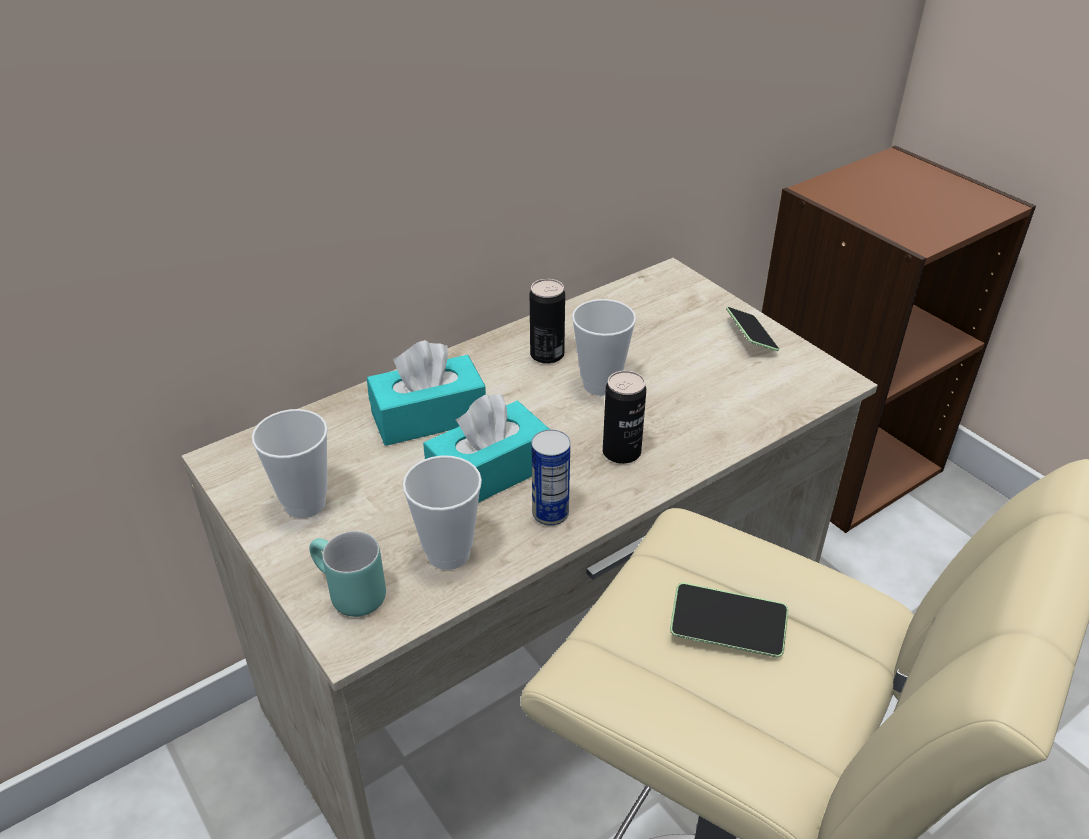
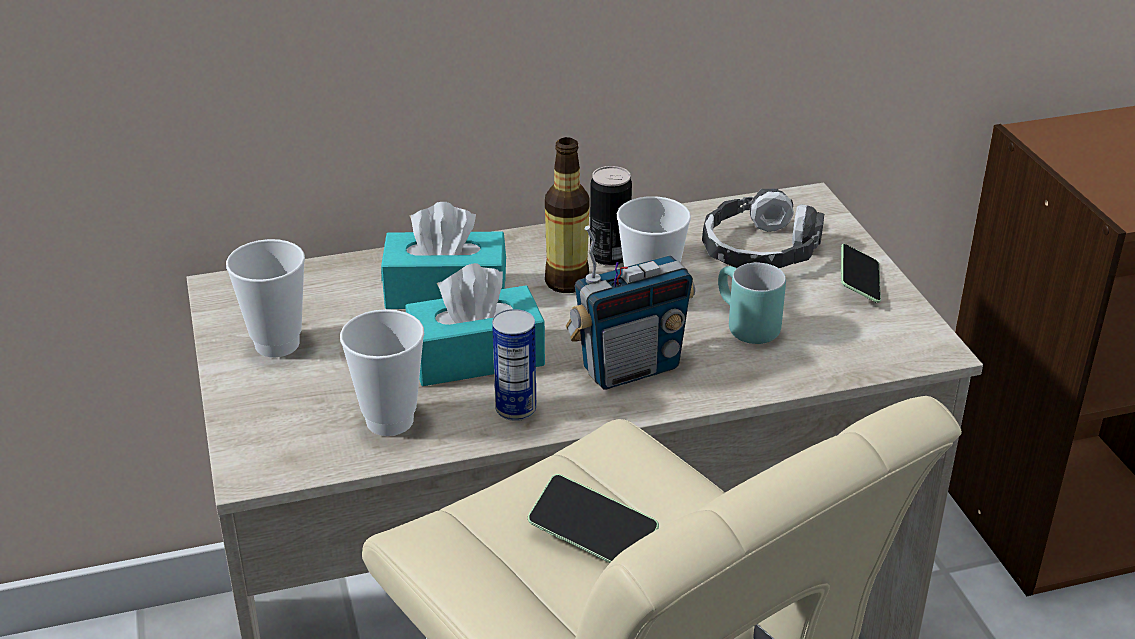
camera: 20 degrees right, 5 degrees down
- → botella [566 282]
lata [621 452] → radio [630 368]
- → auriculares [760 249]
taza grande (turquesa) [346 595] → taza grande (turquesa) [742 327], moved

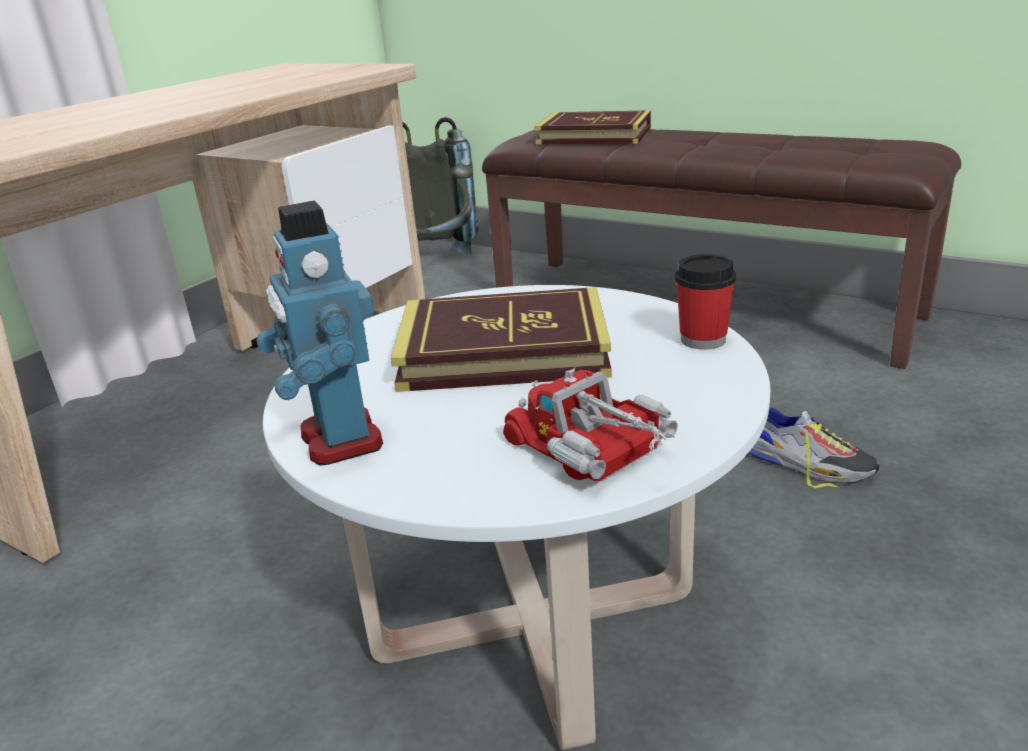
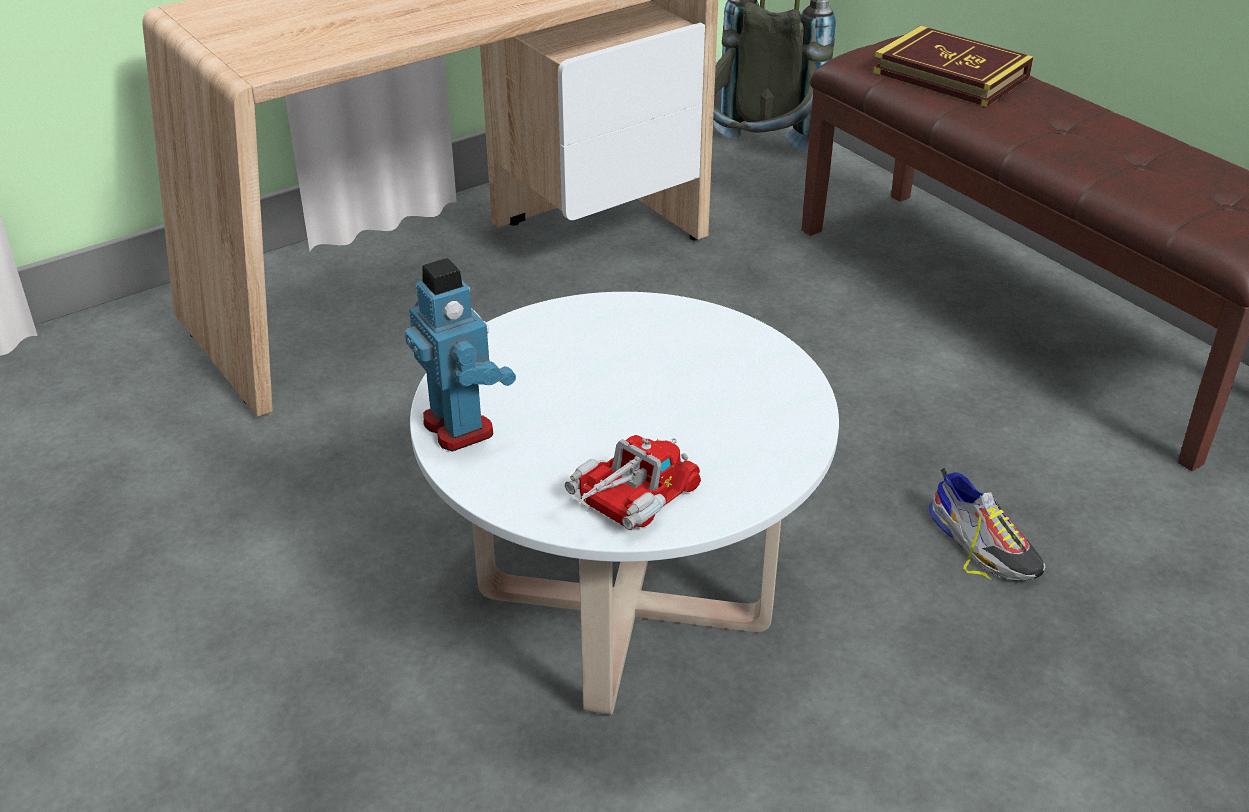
camera: 20 degrees right, 10 degrees up
robot de juguete [339 440] → robot de juguete [460 427], 150 degrees clockwise
camión de juguete [596 455] → camión de juguete [627 503], 60 degrees clockwise
libro [503 351] → -
taza [703 340] → -

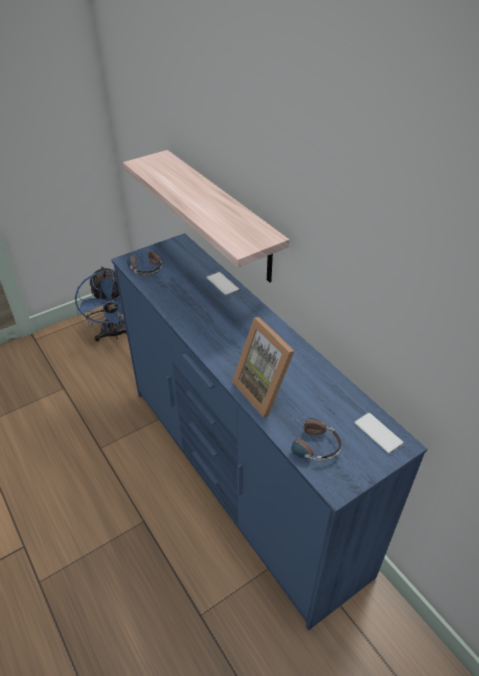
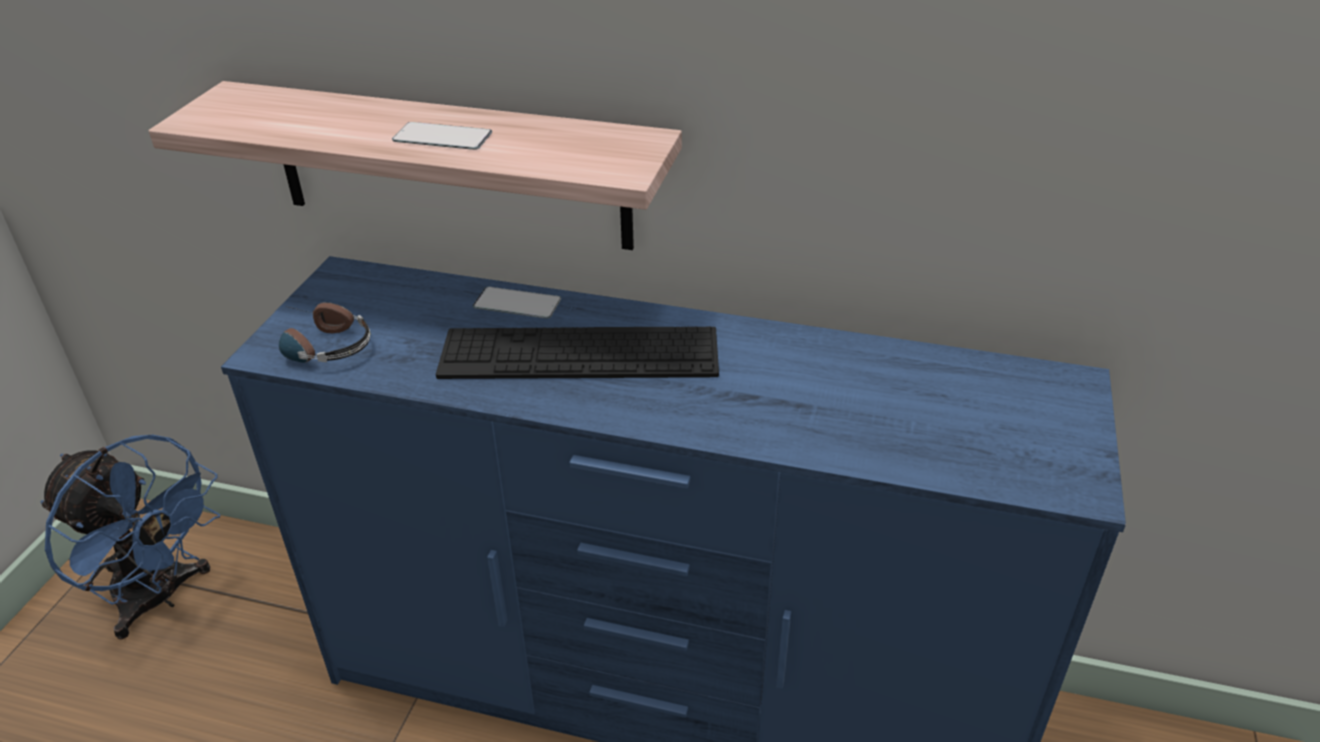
camera: 40 degrees left, 5 degrees down
móvil [378 433] → móvil [442 137], moved
- → teclado [579 353]
portarretratos [266 390] → -
auriculares [307 443] → -

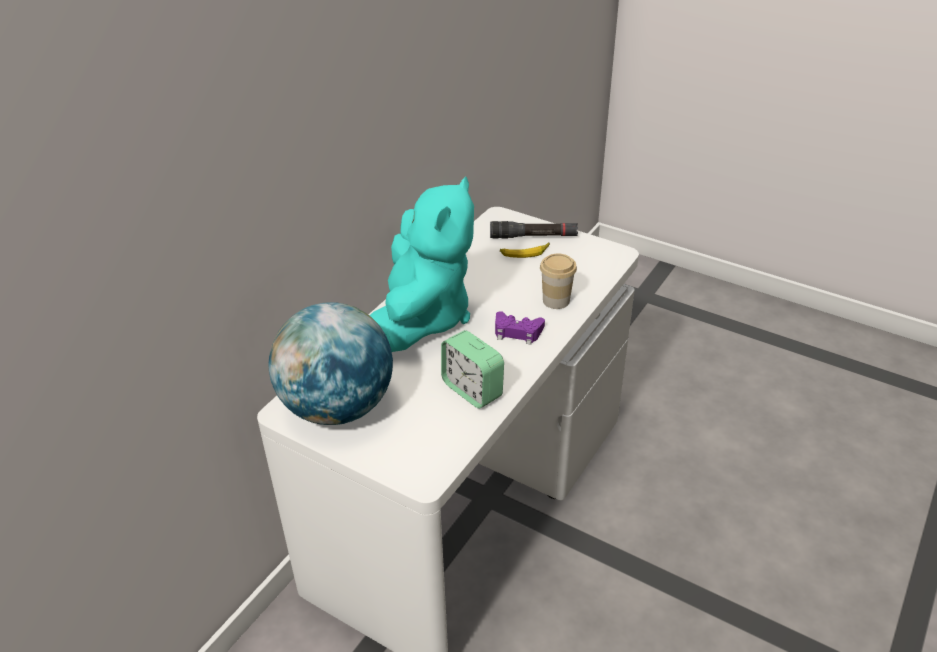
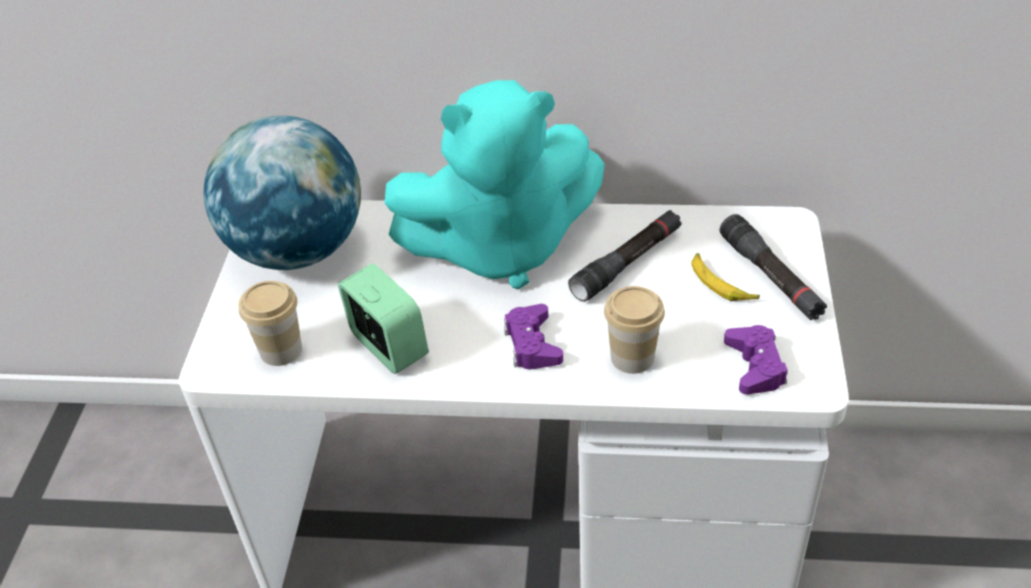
camera: 65 degrees right, 5 degrees up
- → taza [281 350]
despertador [472 390] → despertador [388 346], 120 degrees clockwise
- → linterna (negro) [627 263]
- → mando de consola (morado) [755 366]

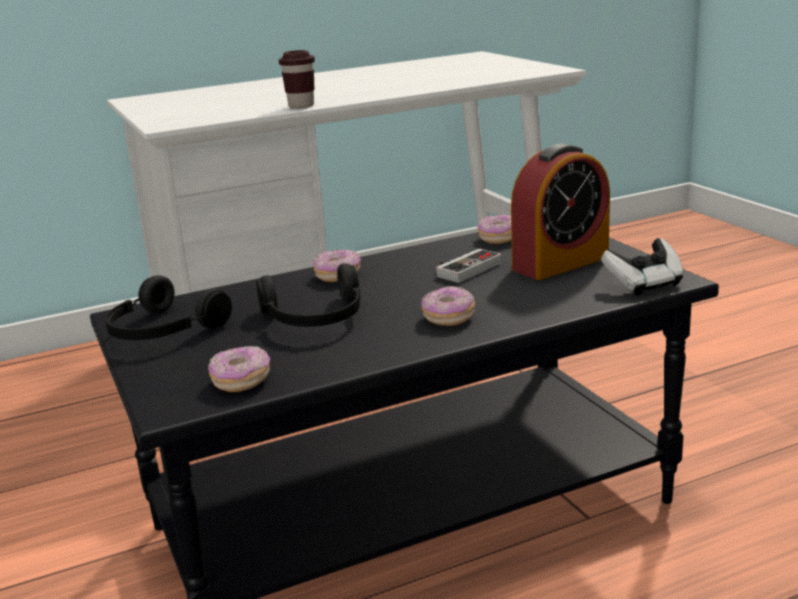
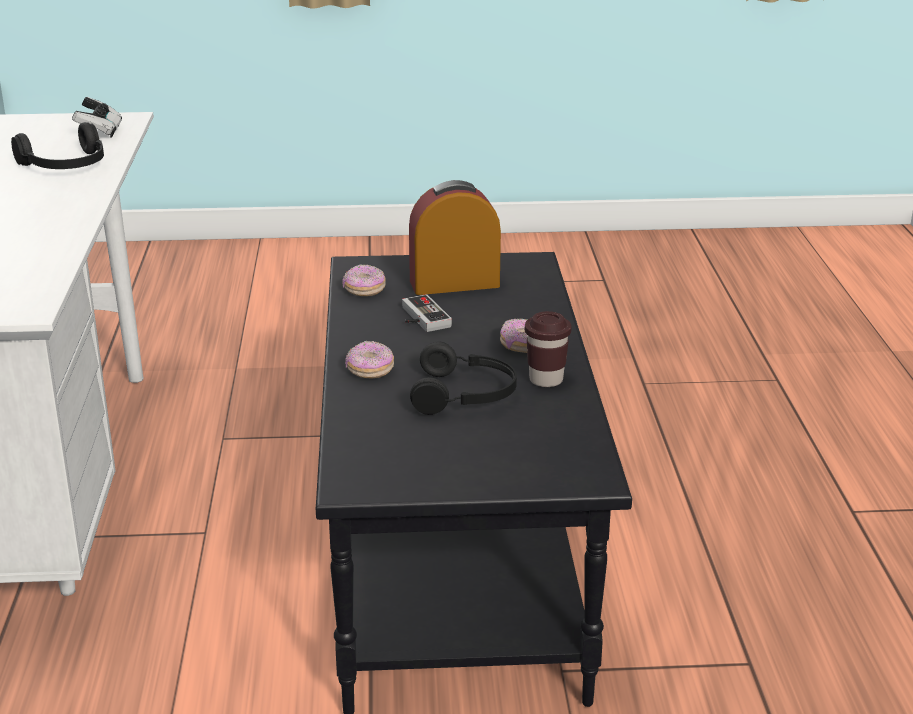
camera: 70 degrees left, 5 degrees up
auriculares (negro) [162 331] → auriculares (negro) [66 166], moved
mando de consola [644 284] → mando de consola [100 132], moved
despertador [560 263] → despertador [454 283], 90 degrees counterclockwise
taza (marrón) [301 106] → taza (marrón) [546 380], moved
rosquilla [241 381] → -

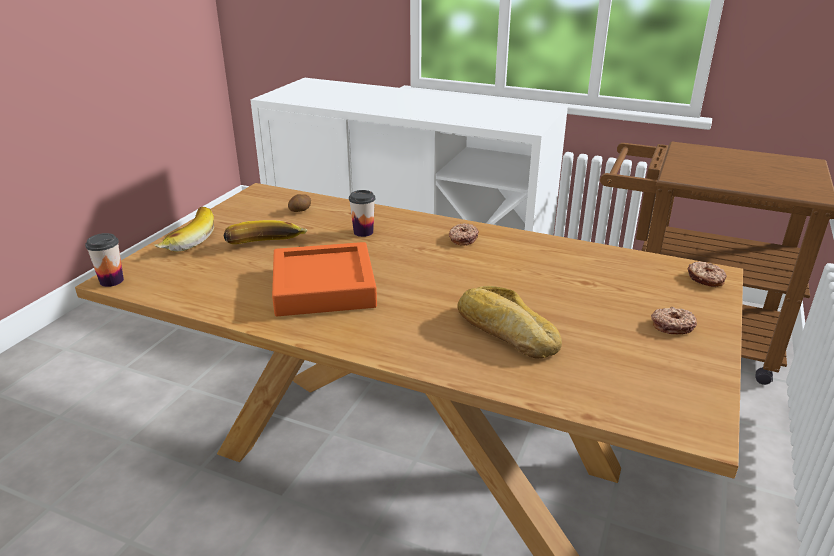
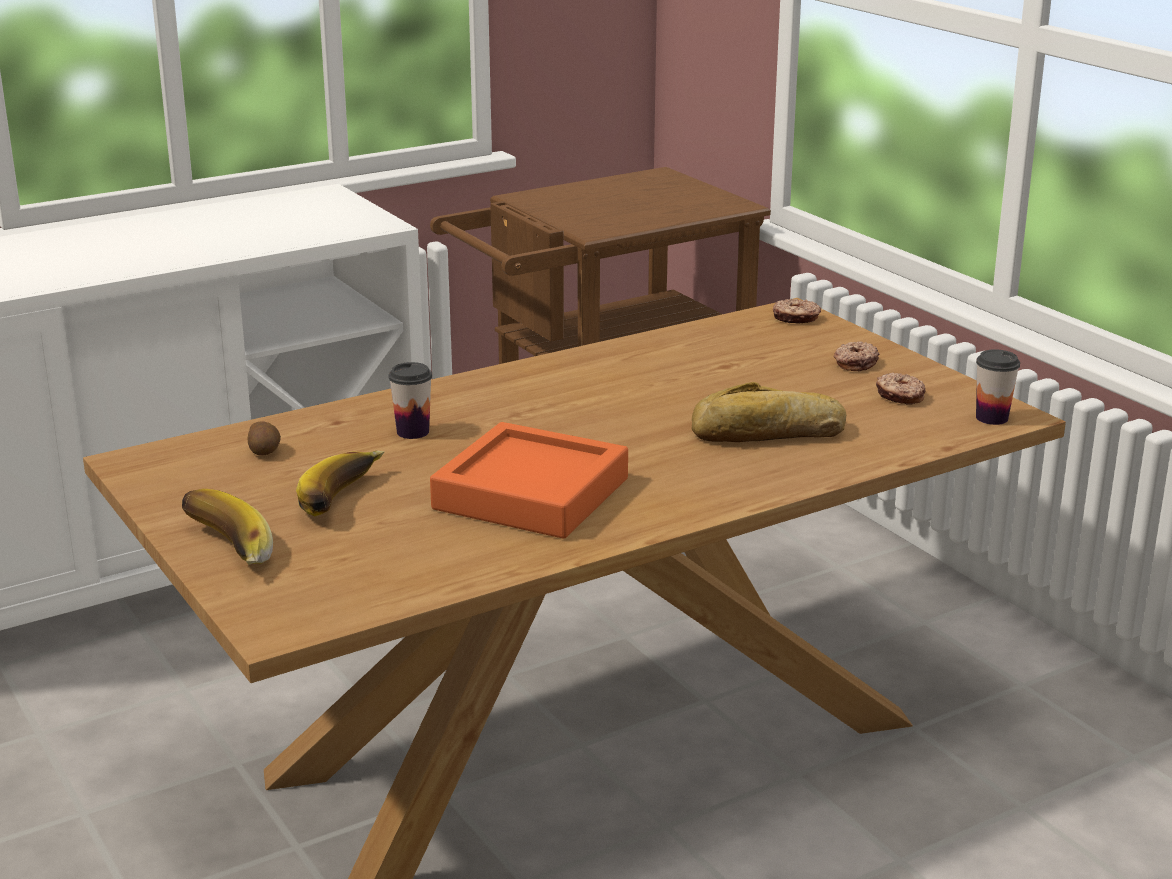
camera: 55 degrees left, 5 degrees down
rosquilla [462 239] → rosquilla [900 396], moved
taza [111 281] → taza [992 418], moved

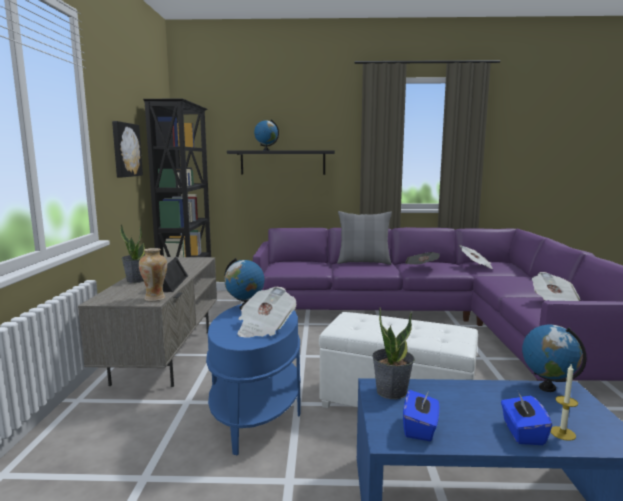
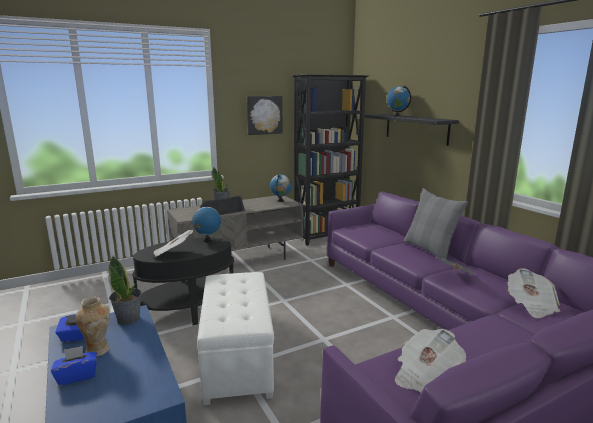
camera: 60 degrees right, 5 degrees up
florero [155 298] → florero [98 350], moved
mesa auxiliar (azul) [256 412] → mesa auxiliar (negro) [188 310]
globo terráqueo [547 388] → globo terráqueo [280 201], moved
vela [562 433] → -

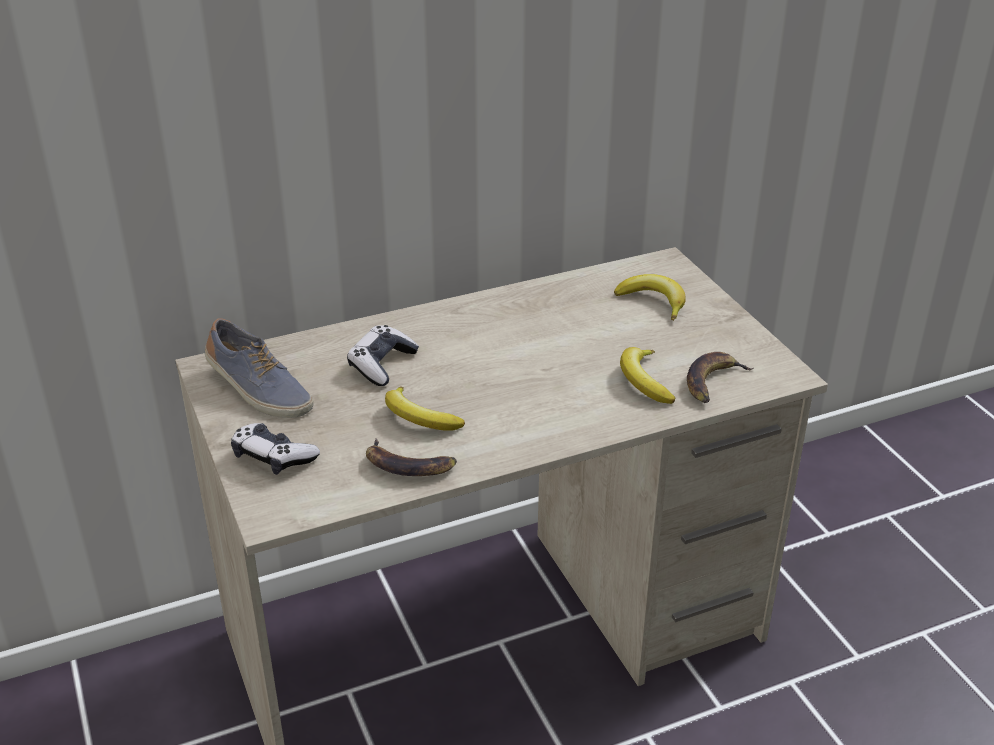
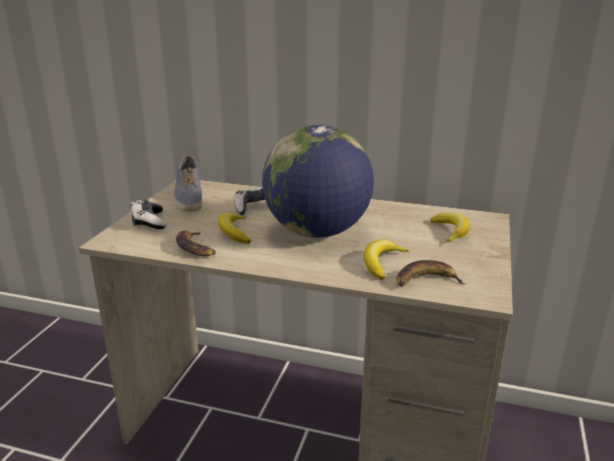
camera: 40 degrees right, 10 degrees down
- → globo terráqueo [317 232]

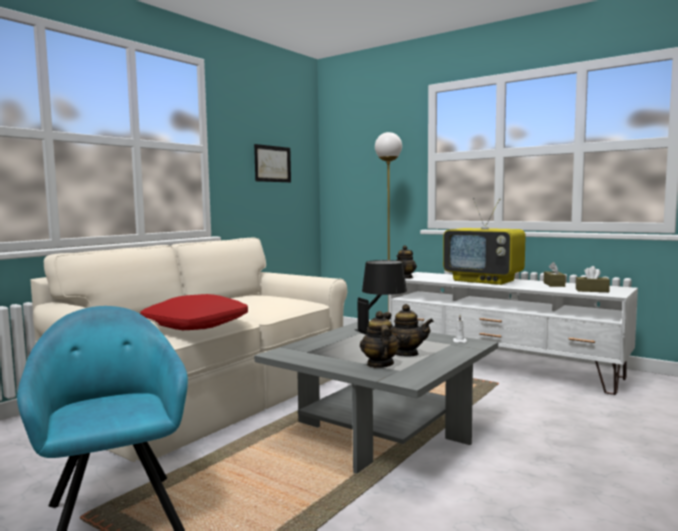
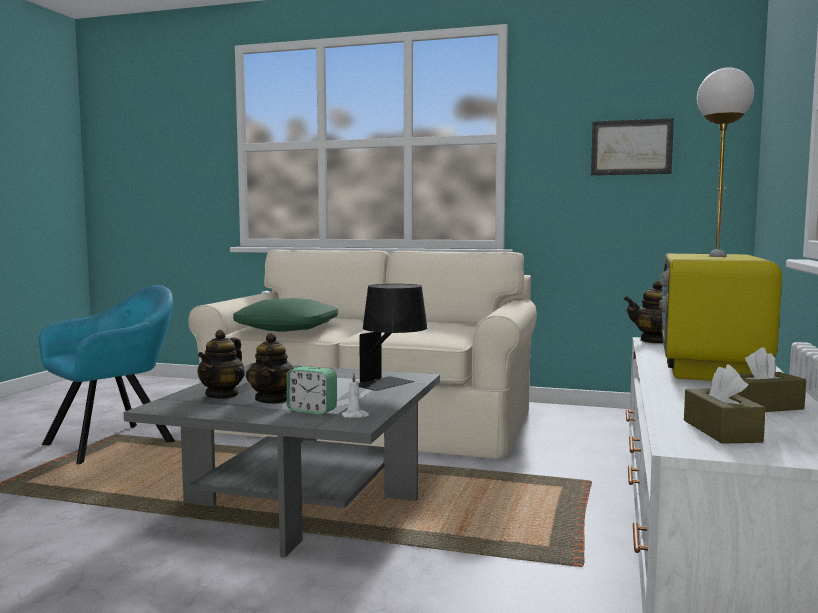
camera: 70 degrees right, 0 degrees up
tetera [379 364] → tetera [222 395], 135 degrees clockwise
cojín (rojo) [195 325] → cojín (verde) [288 328]
- → despertador [312 411]

